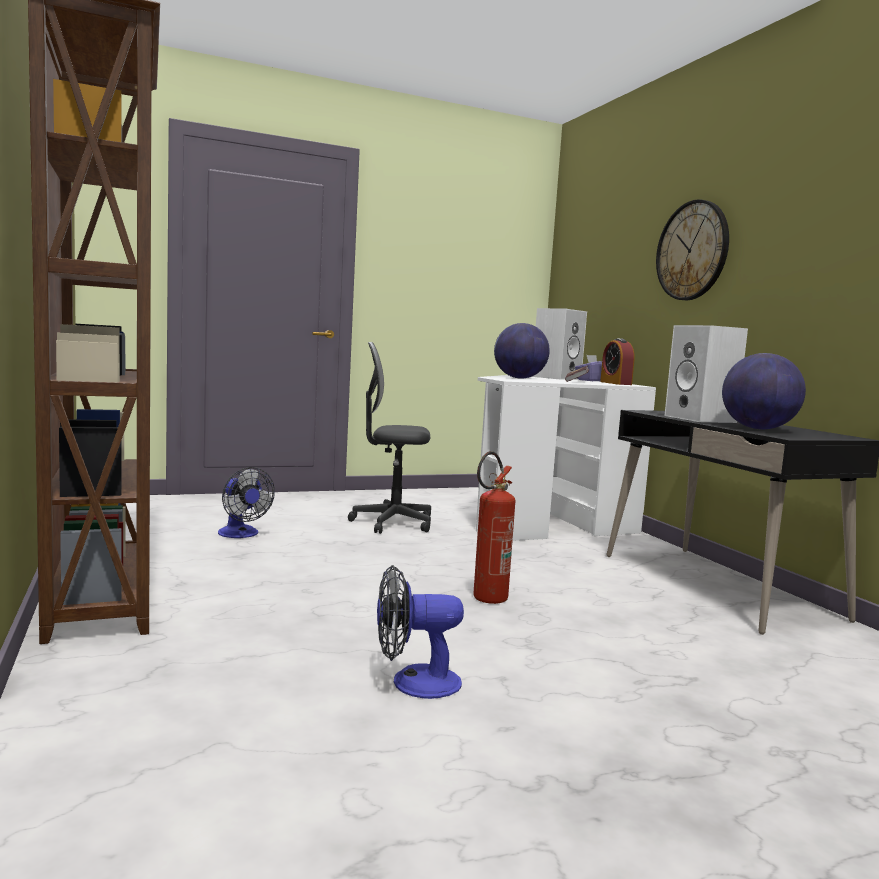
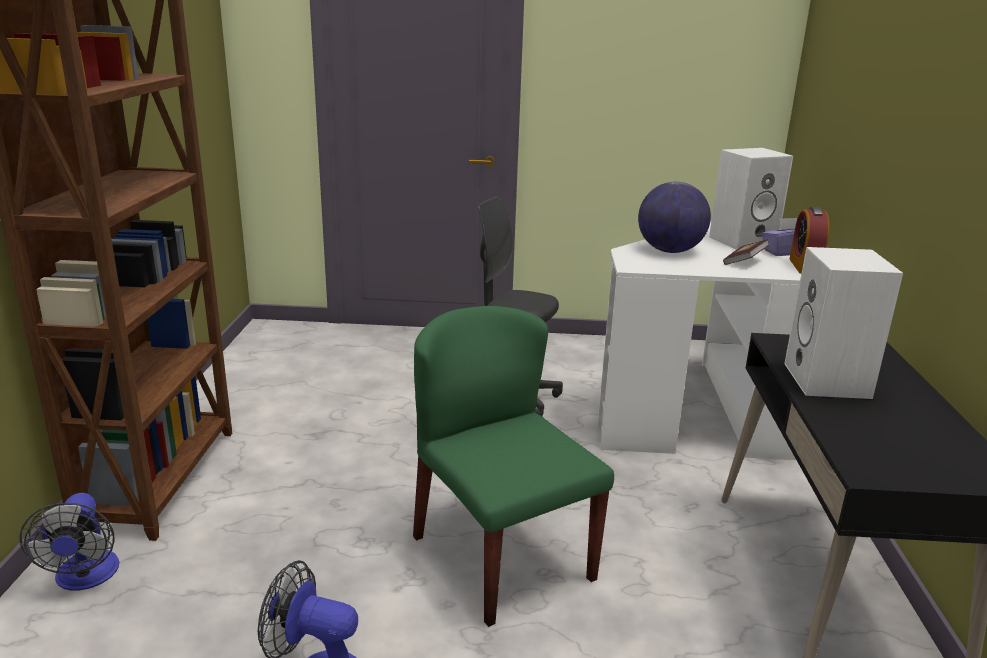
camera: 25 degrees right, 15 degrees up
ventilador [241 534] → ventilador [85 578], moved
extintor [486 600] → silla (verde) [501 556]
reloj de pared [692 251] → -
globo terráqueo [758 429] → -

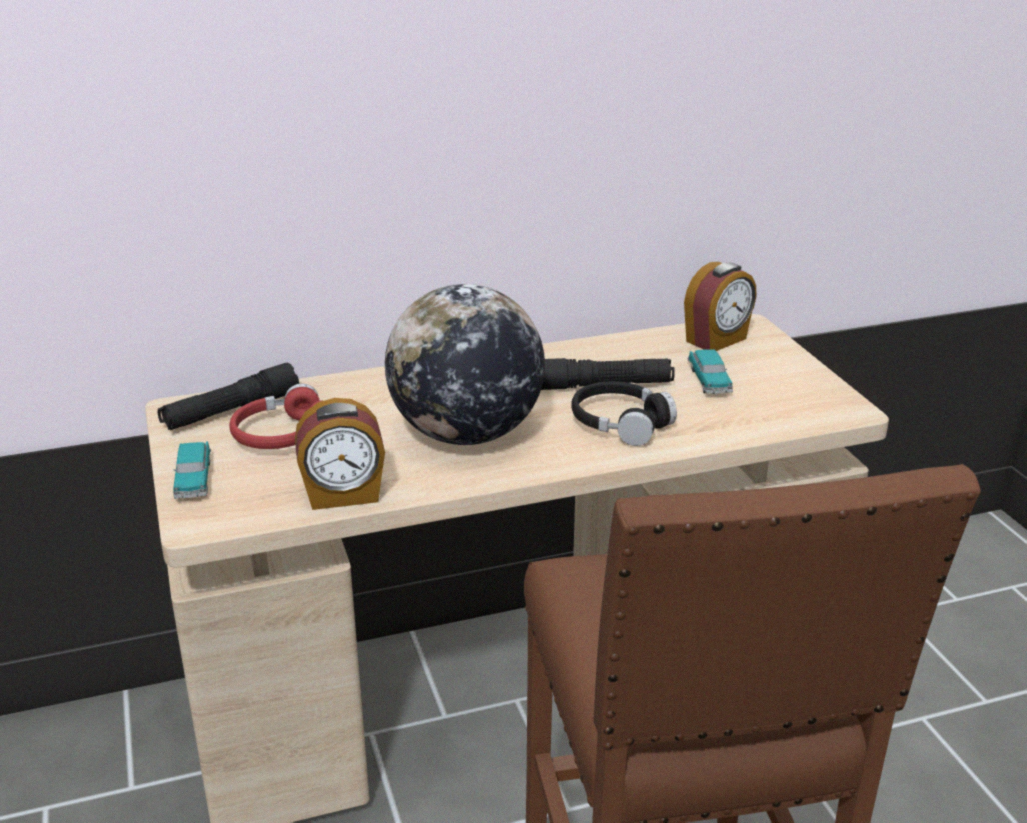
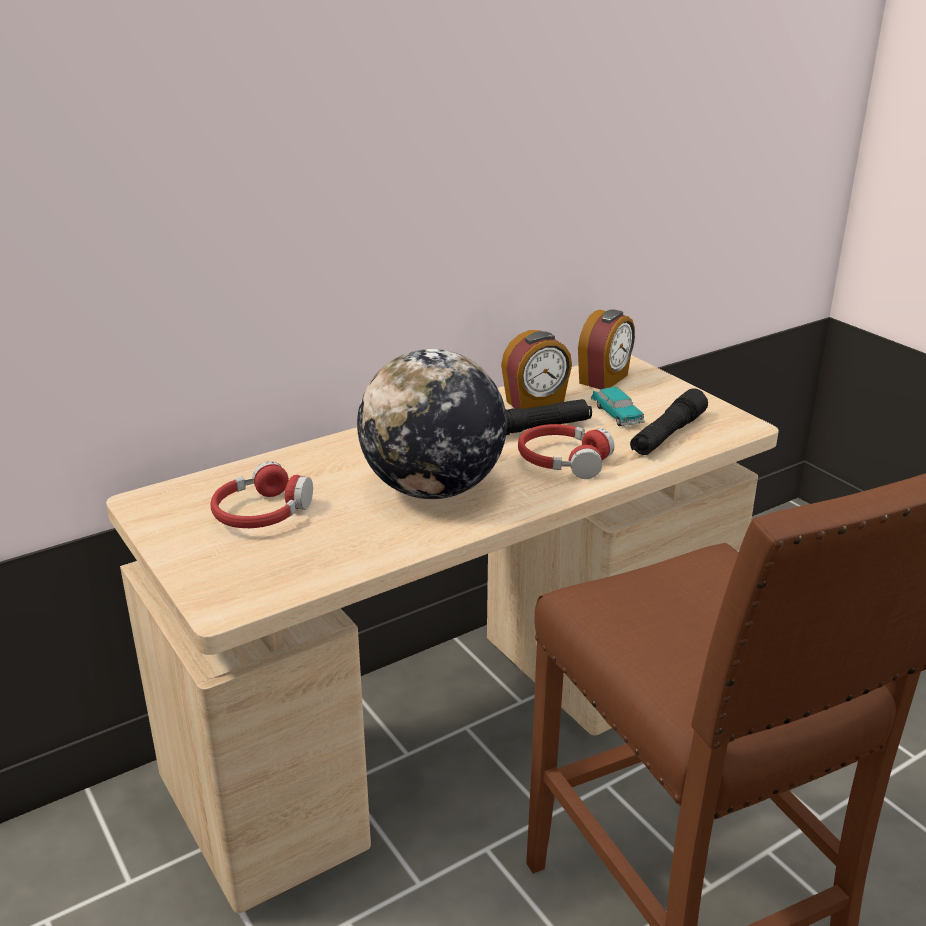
camera: 15 degrees left, 0 degrees up
despertador [343 495] → despertador [535 403], moved
auriculares (negro) [620 423] → auriculares (rojo) [563 461]
linterna (negro) [231 411] → linterna (negro) [667 435], moved
coche de juguete [193 478] → -

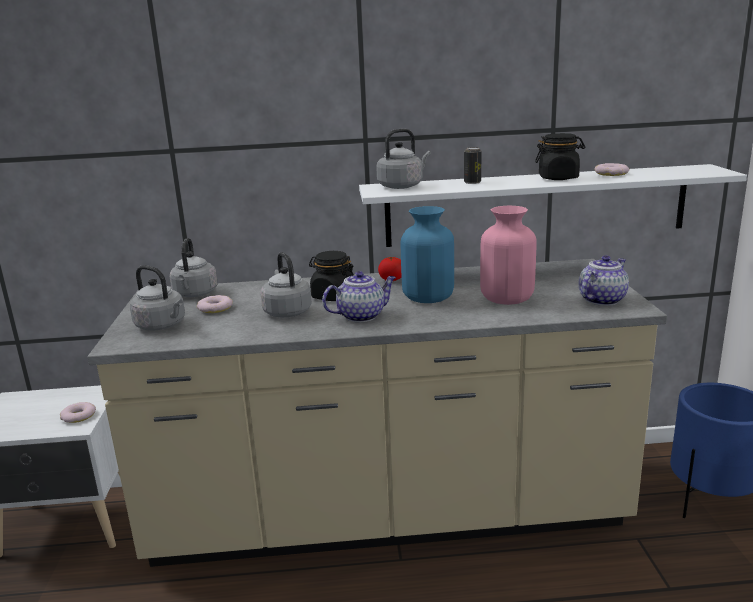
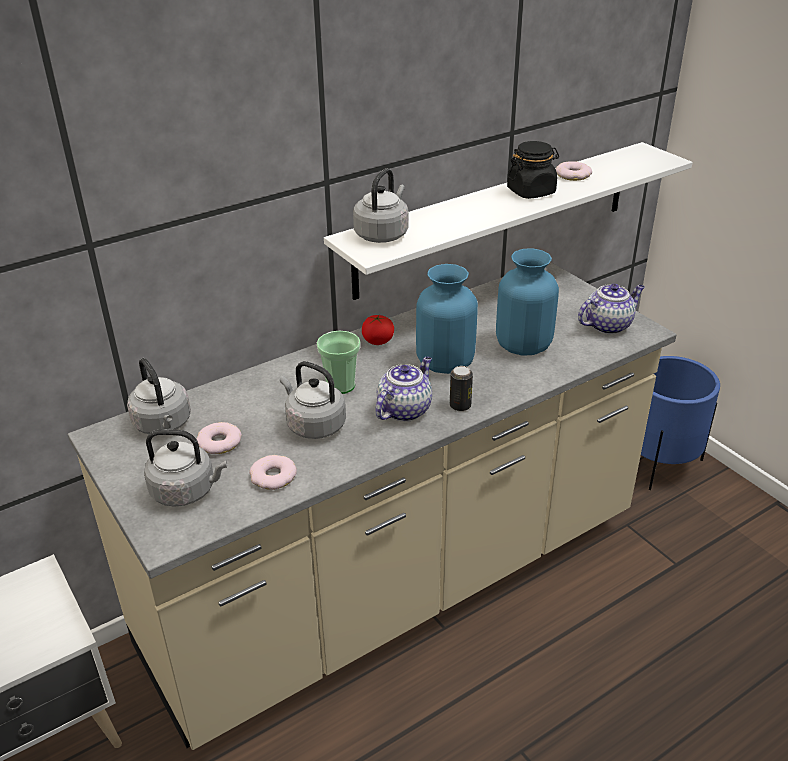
camera: 30 degrees left, 15 degrees up
rosquilla [78 416] → rosquilla [273 476], moved
tarro (negro) [333 296] → taza [341 385]
lata [472 182] → lata [460 405], moved
florero (rosa) [506 299] → florero (azul) [523 345]
tetera [602 299] → tetera [608 325], 45 degrees clockwise

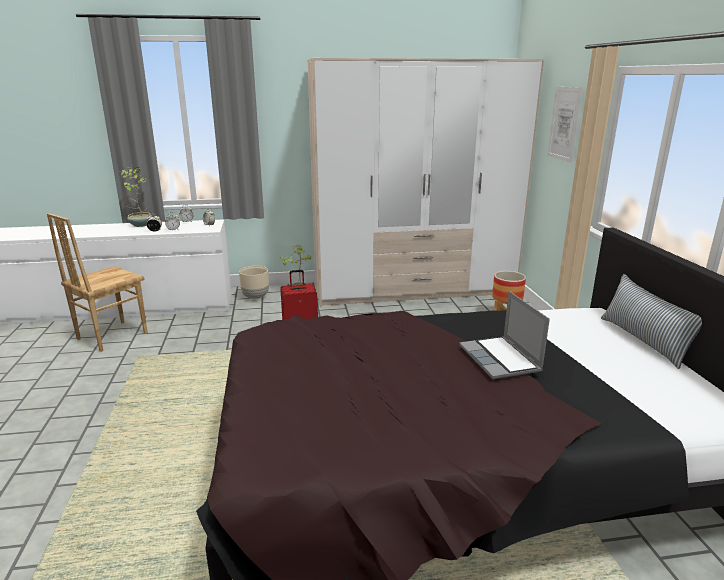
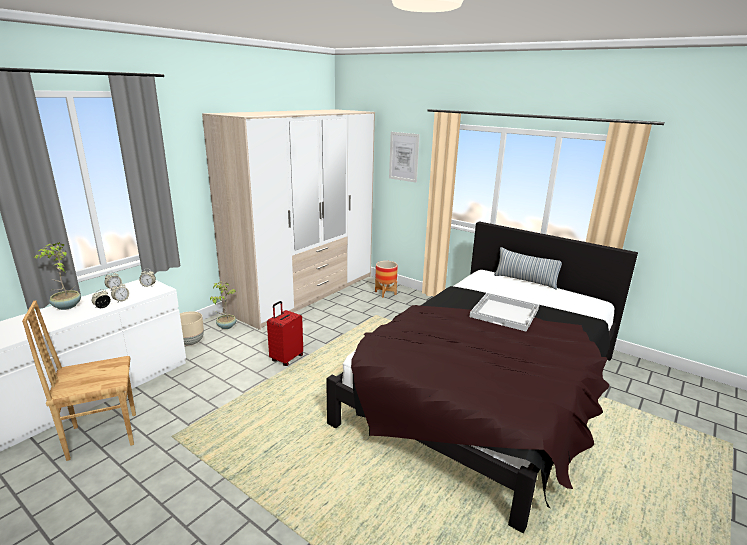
camera: 45 degrees left, 0 degrees up
silla (marrón) [111 336] → silla (marrón) [102 435], 75 degrees clockwise
portátil [501 359] → bandeja (blanco) [505 313]

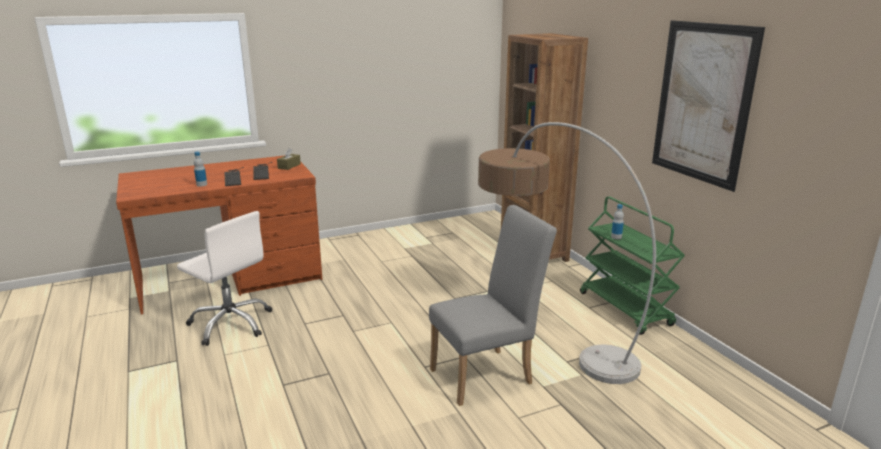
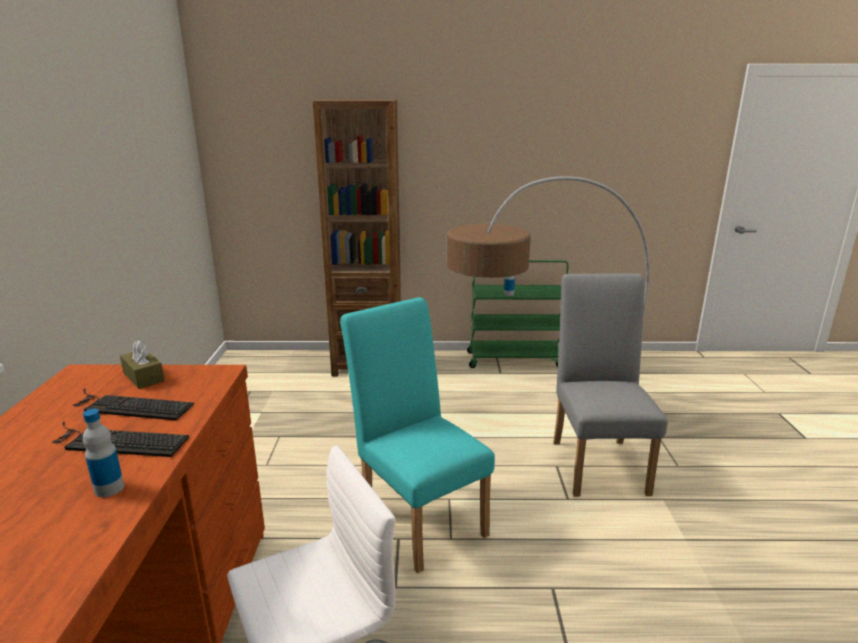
camera: 65 degrees left, 0 degrees up
- → silla (turquesa) [418 515]
cuadro [702 103] → -

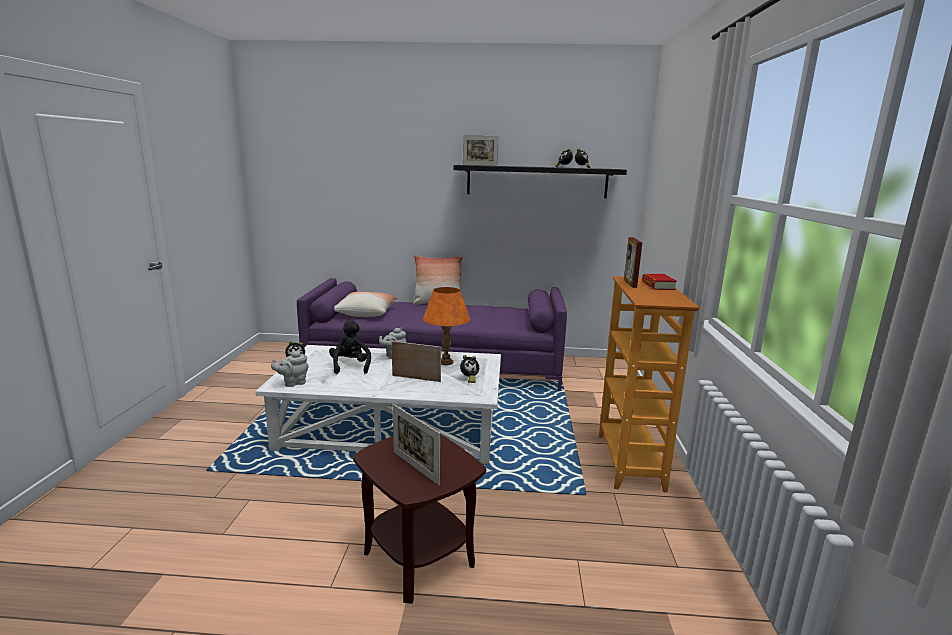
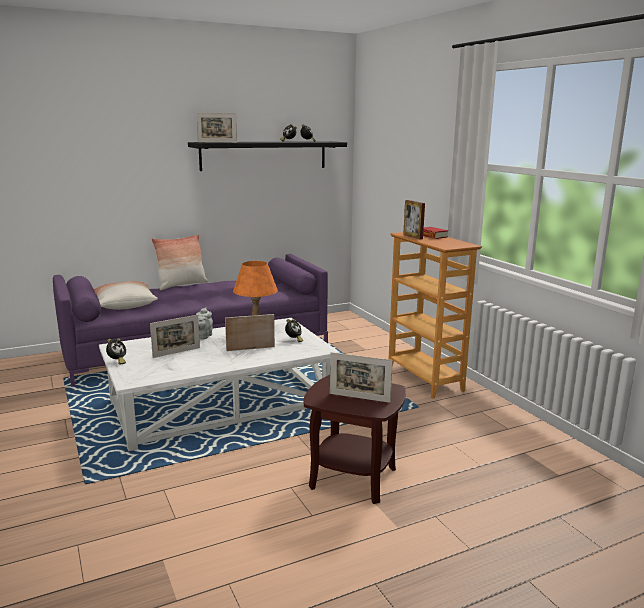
camera: 30 degrees left, 0 degrees up
peluche (negro) [350 366] → portarretratos [176 352]
tetera (gris) [293 383] → -

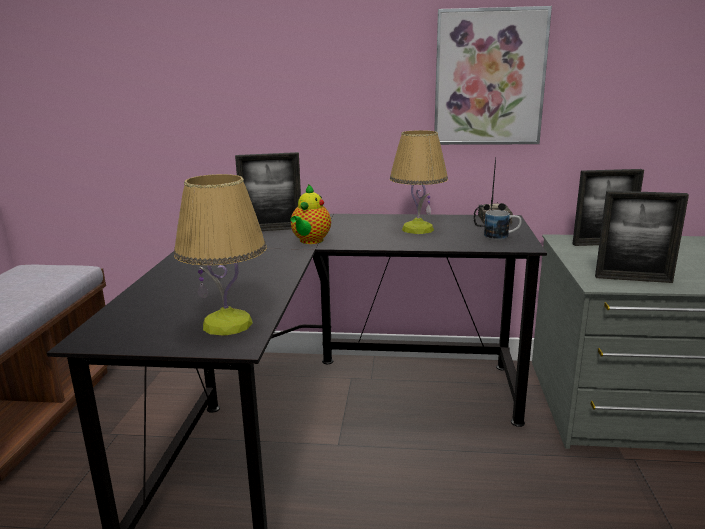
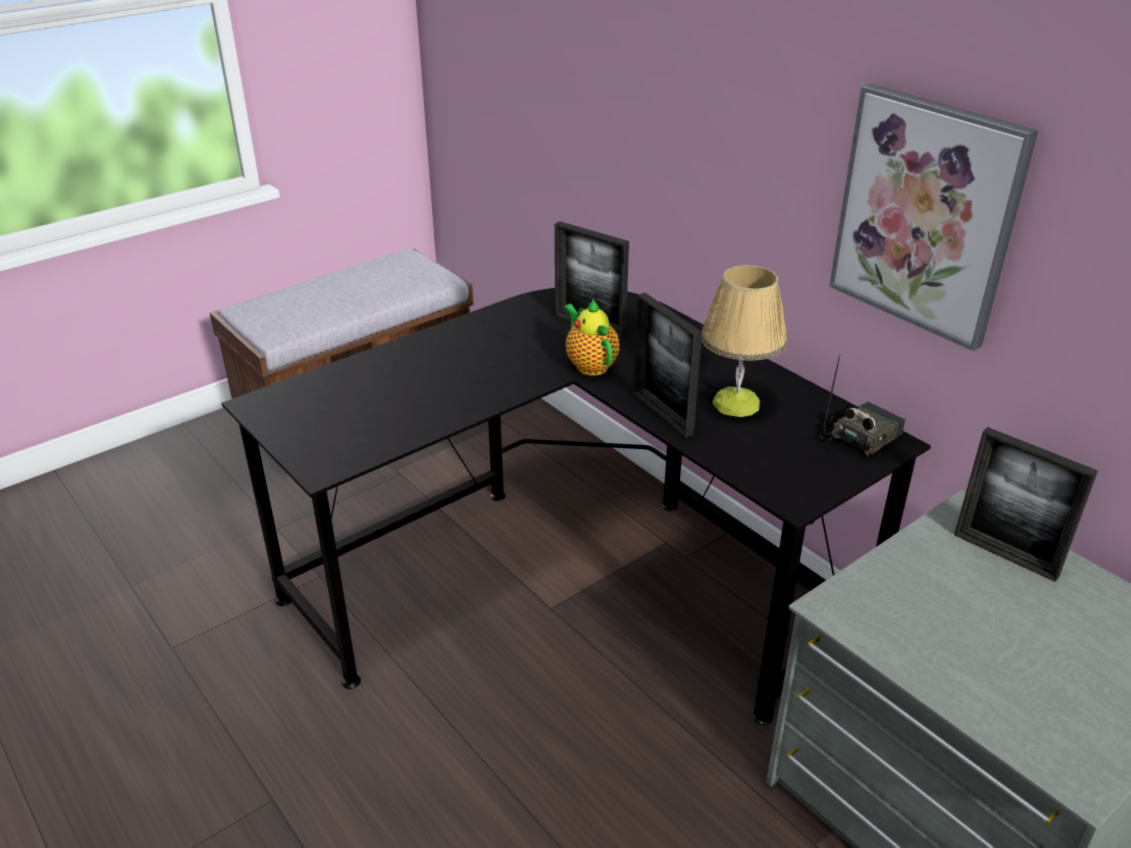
camera: 45 degrees right, 15 degrees up
tetera [310 241] → tetera [590 365], 90 degrees clockwise
portarretratos [633 279] → portarretratos [662 413], moved
lámpara de mesa [228 324] → -
taza grande [501 237] → -

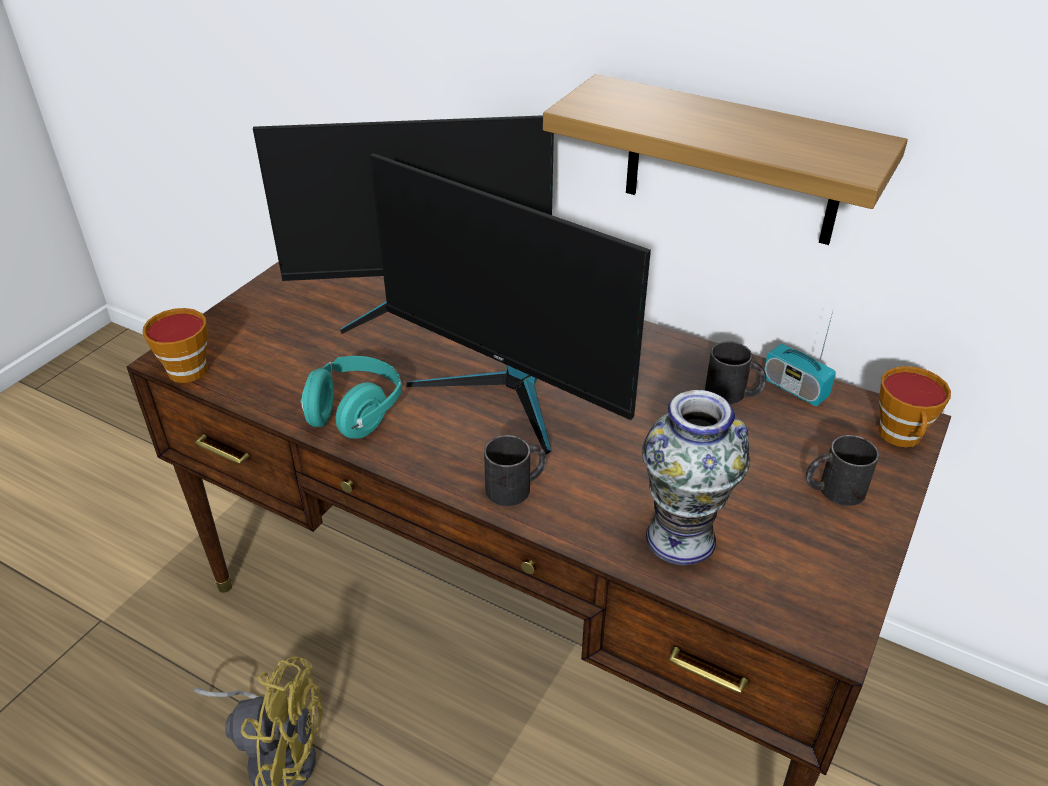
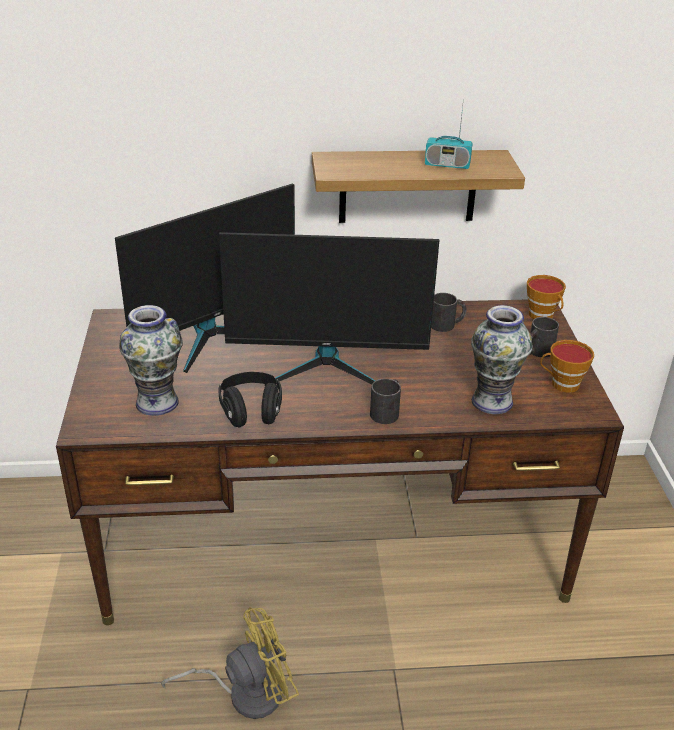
camera: 35 degrees left, 5 degrees down
- → florero [157 402]
auriculares (turquesa) [355 413] → auriculares (negro) [251 412]
radio [794 388] → radio [447 165], moved
taza [183 369] → taza [561 384], moved

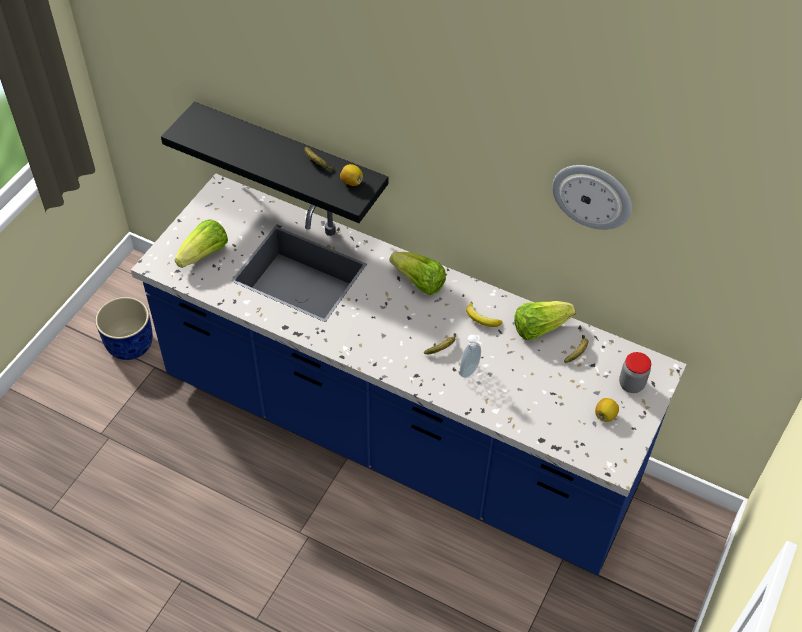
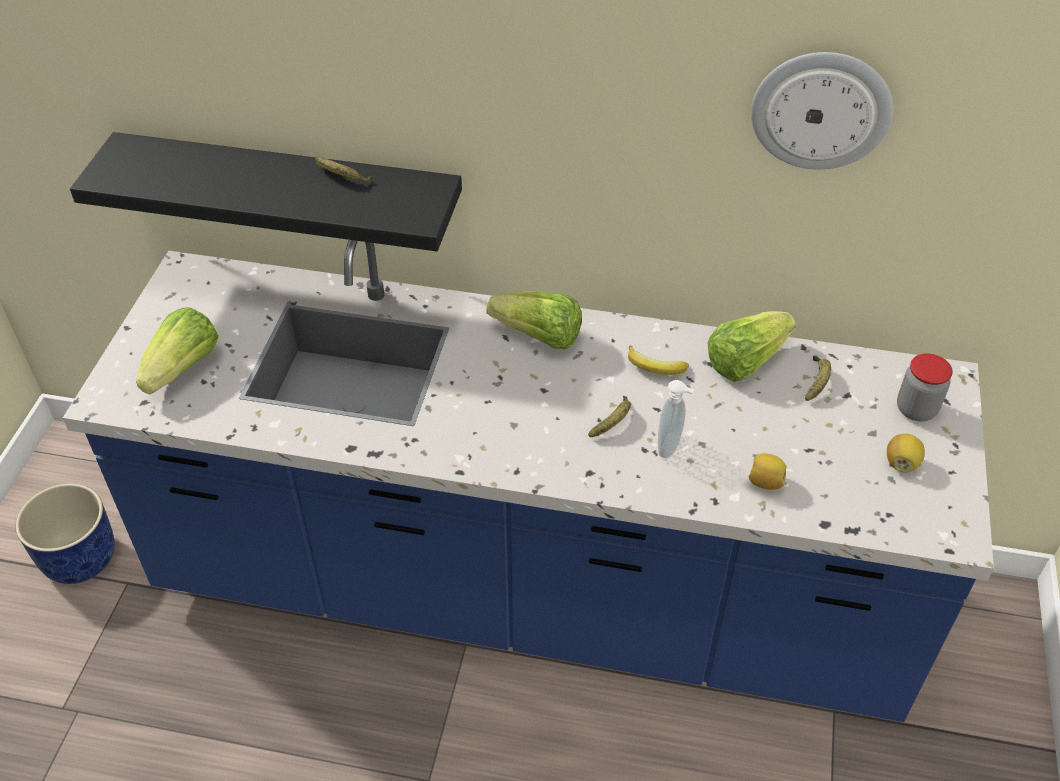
camera: 15 degrees left, 5 degrees down
limón [351 182] → limón [765 482], moved

